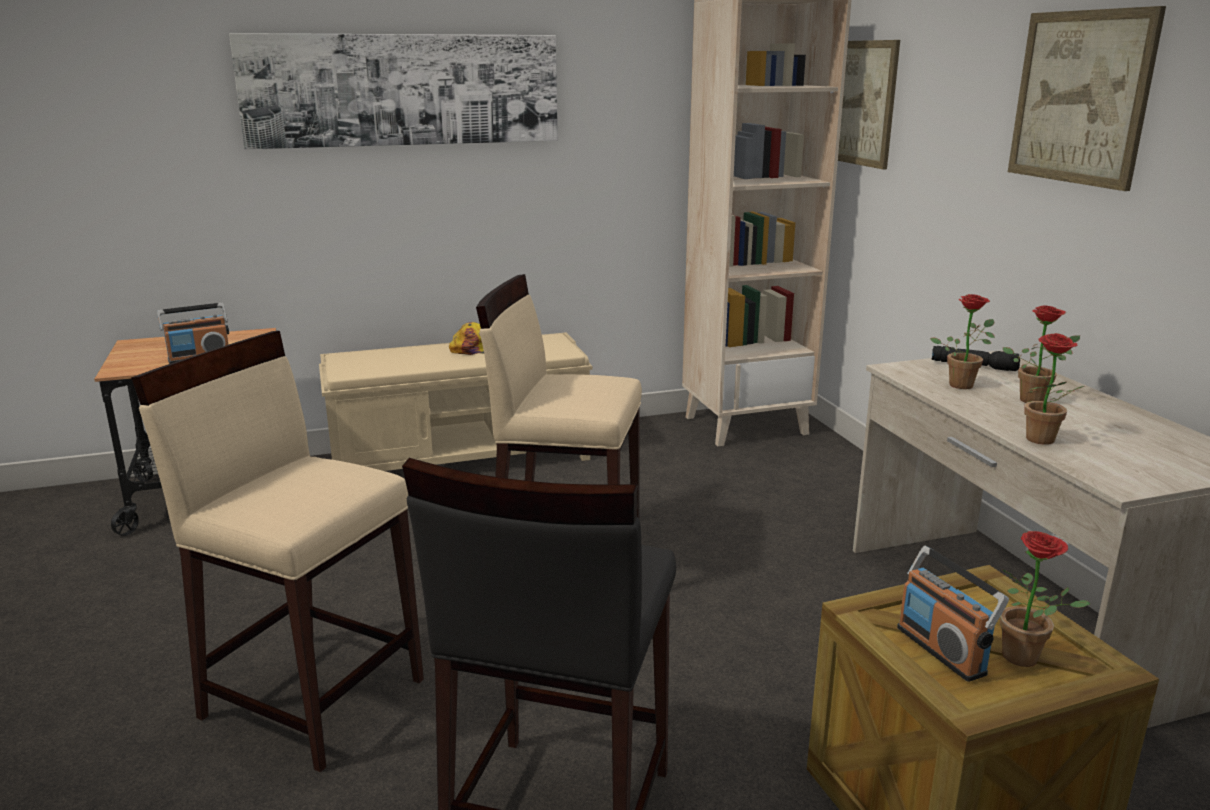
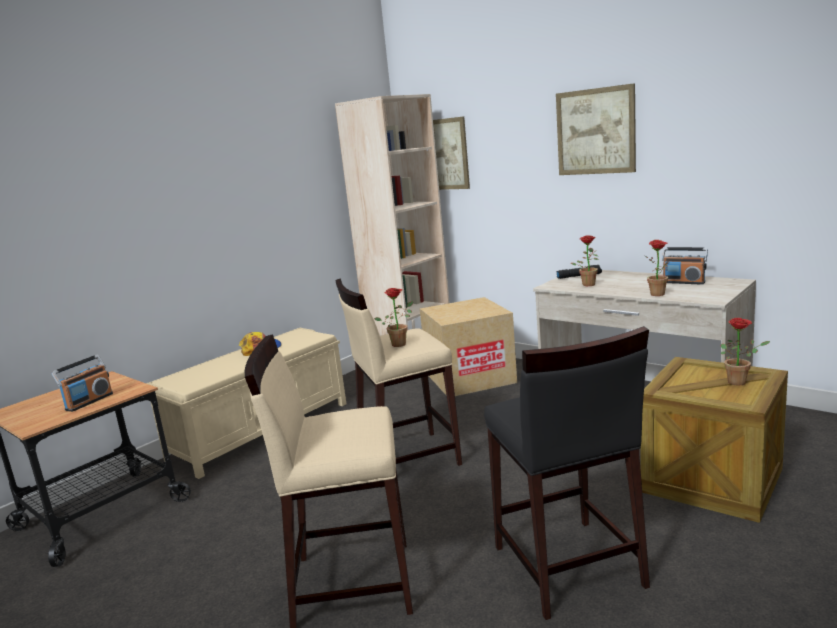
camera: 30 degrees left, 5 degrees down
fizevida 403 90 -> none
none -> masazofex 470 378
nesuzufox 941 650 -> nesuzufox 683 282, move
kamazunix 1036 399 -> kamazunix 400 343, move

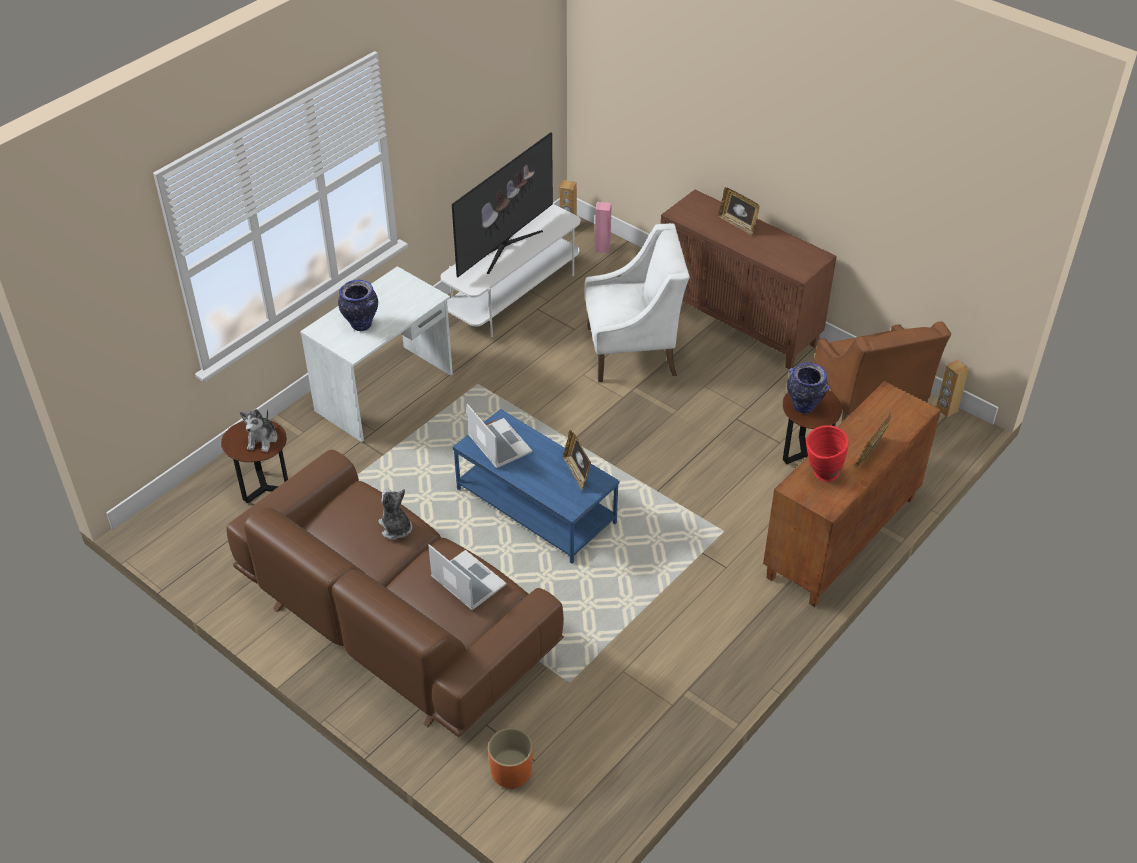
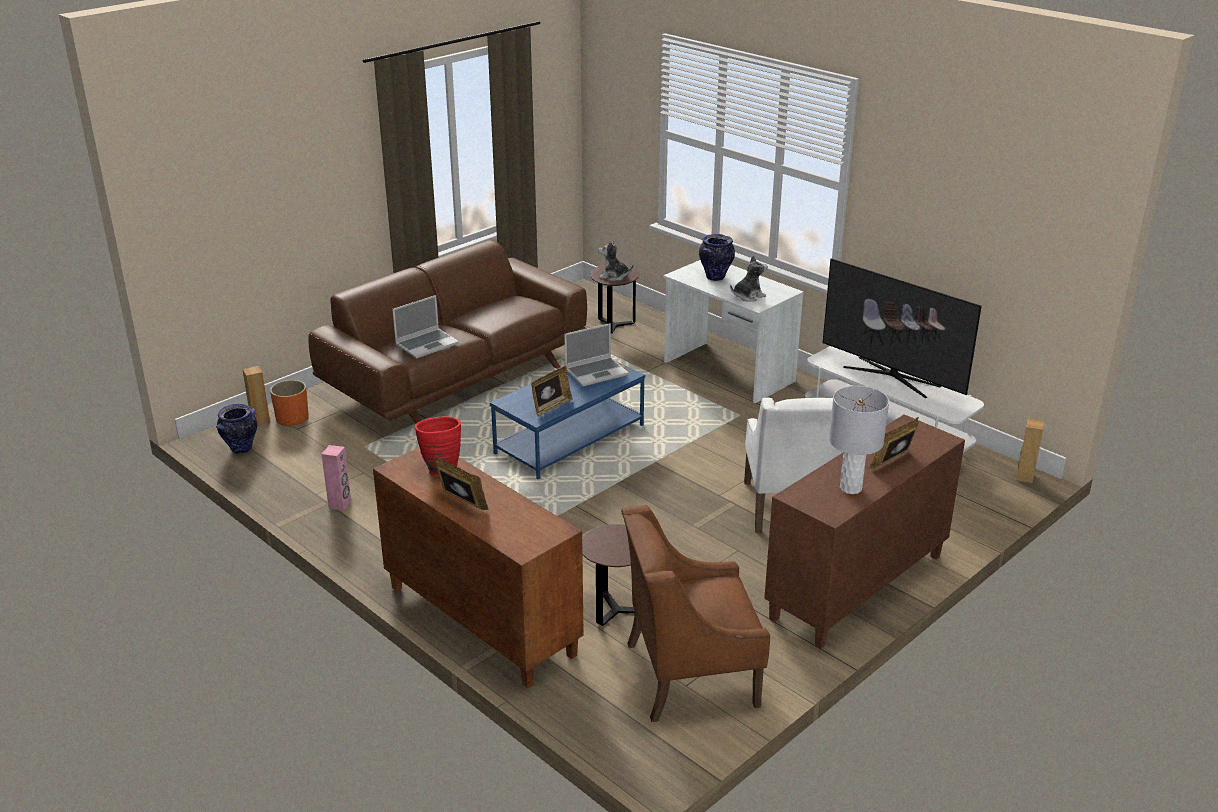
camera: 95 degrees right, 15 degrees down
none -> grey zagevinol 850 488
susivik 396 528 -> susivik 748 296, move
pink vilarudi 602 248 -> pink vilarudi 340 504, move
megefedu 804 407 -> megefedu 241 449, move
brown vilarudi 946 410 -> brown vilarudi 260 421, move
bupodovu 577 473 -> bupodovu 551 407, 150 degrees clockwise

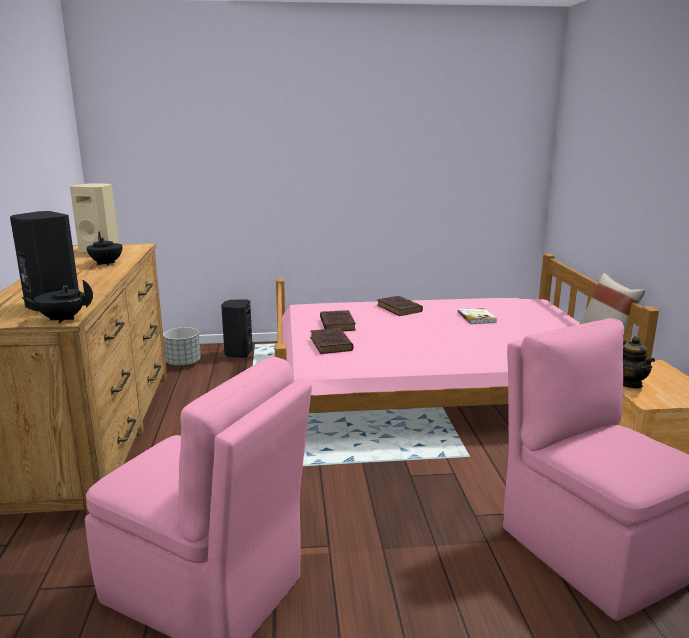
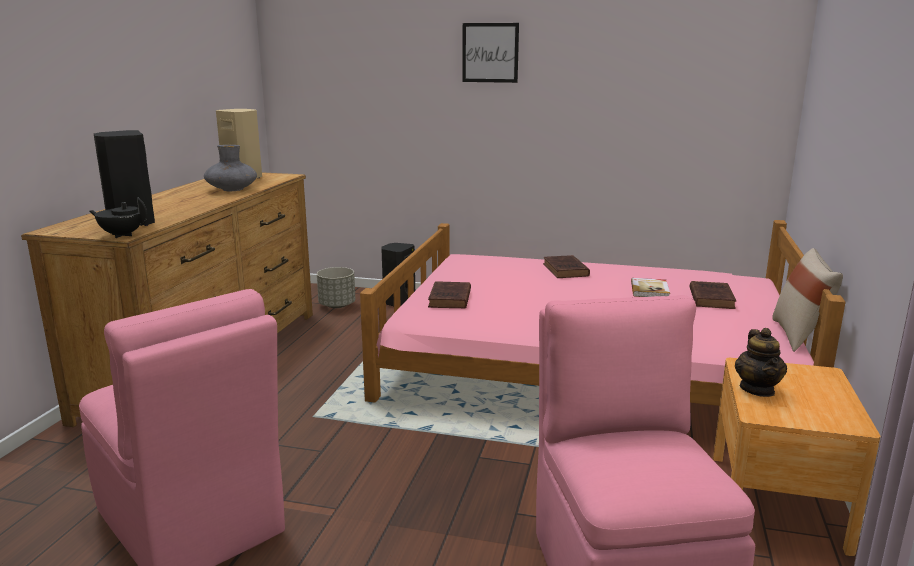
camera: 20 degrees right, 0 degrees up
none -> fizevida 490 52
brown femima 337 324 -> brown femima 711 298, move
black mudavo 106 263 -> grey megefedu 232 190

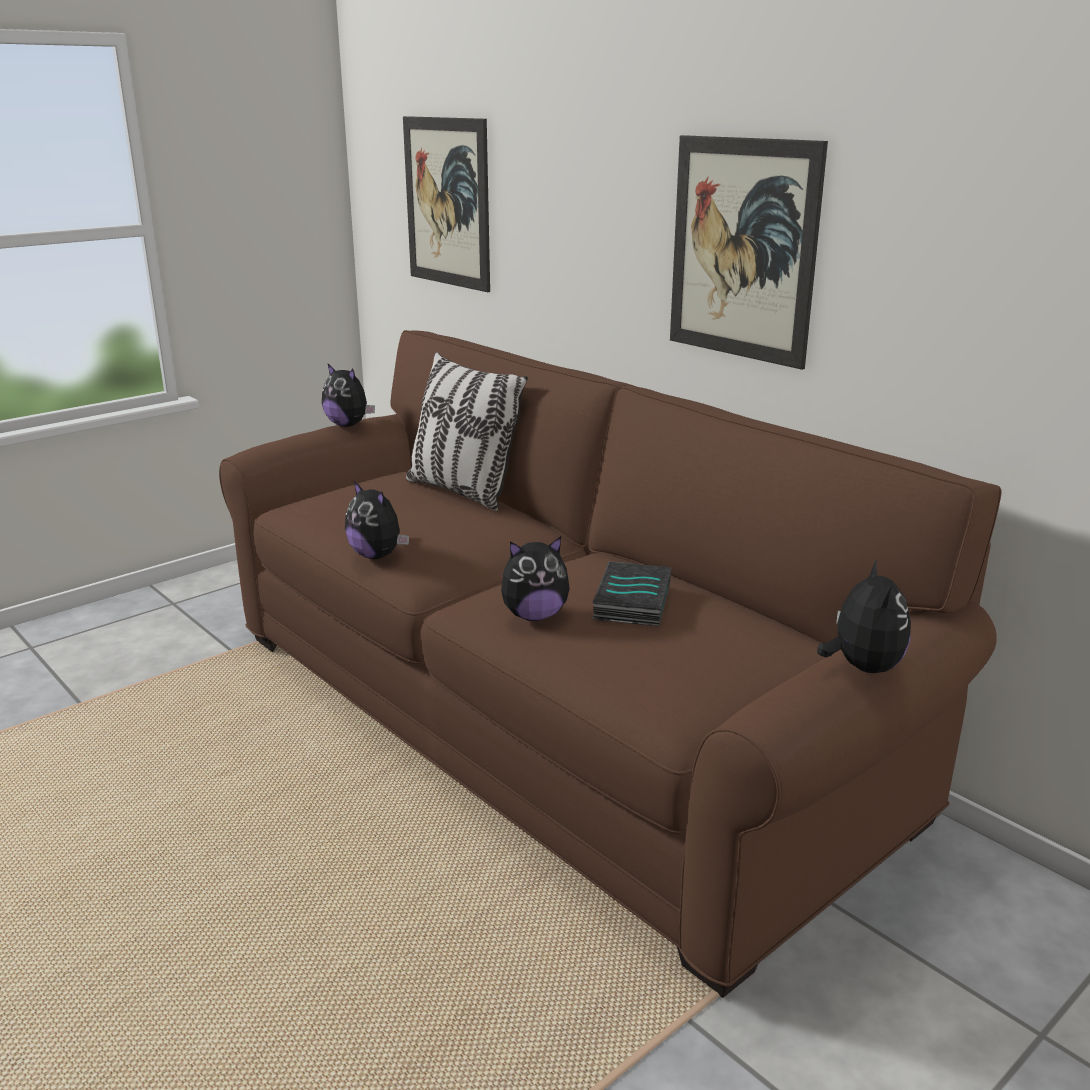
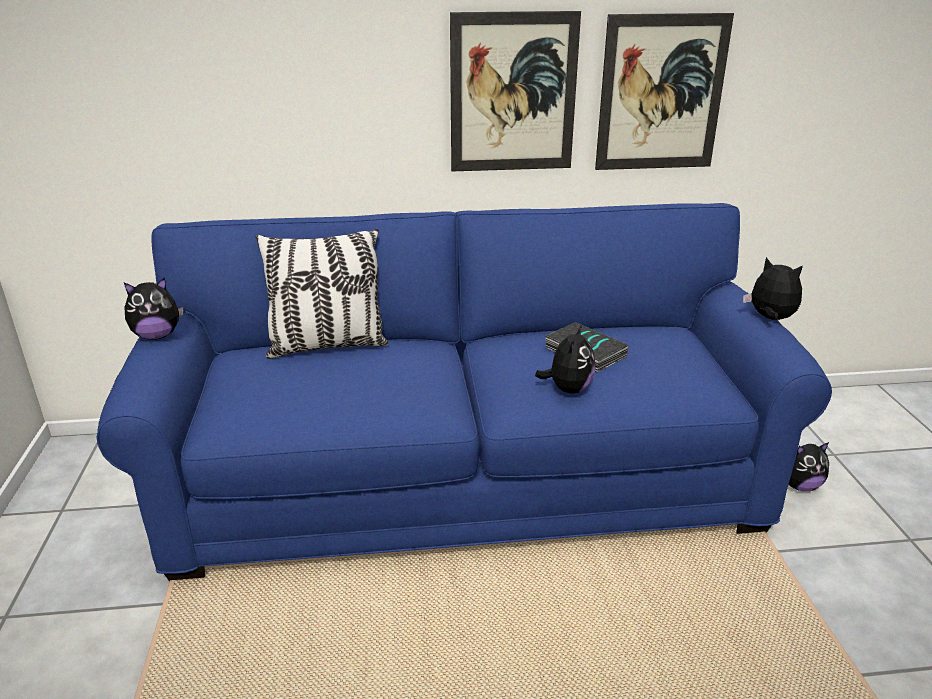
camera: 55 degrees left, 5 degrees up
susivik 377 555 -> susivik 799 486, move
fizevida 447 203 -> fizevida 661 94, move
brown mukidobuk 546 721 -> blue mukidobuk 466 479

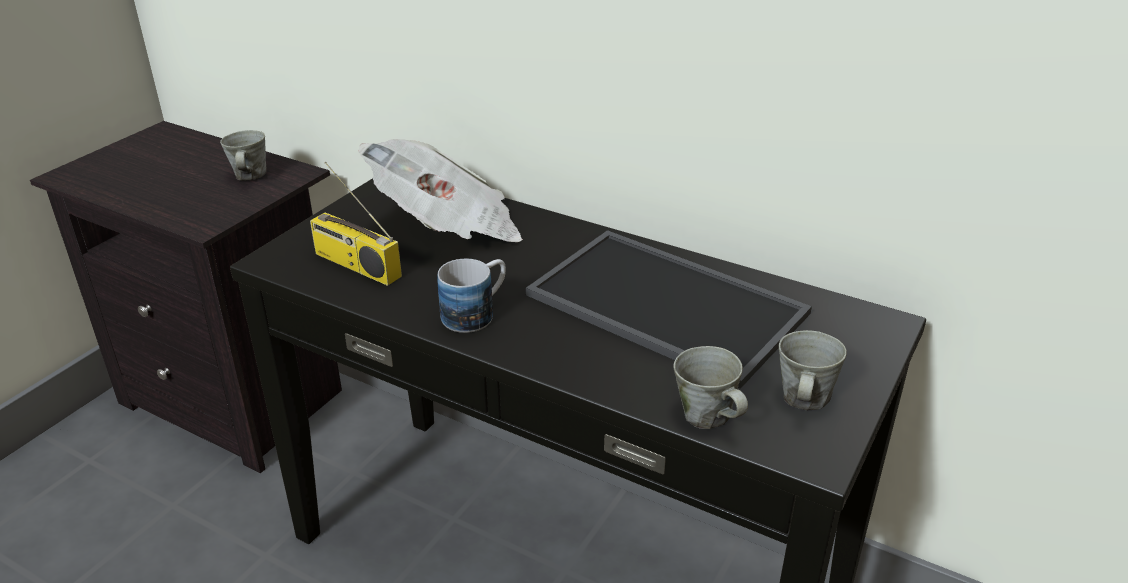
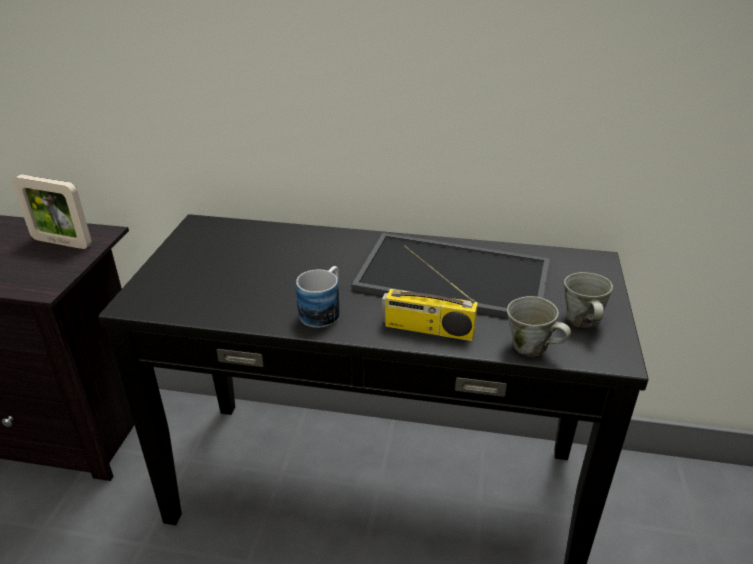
camera: 20 degrees left, 0 degrees up
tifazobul 448 228 -> none
nesuzufox 355 265 -> nesuzufox 427 329, move
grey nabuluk 249 176 -> bupodovu 62 242

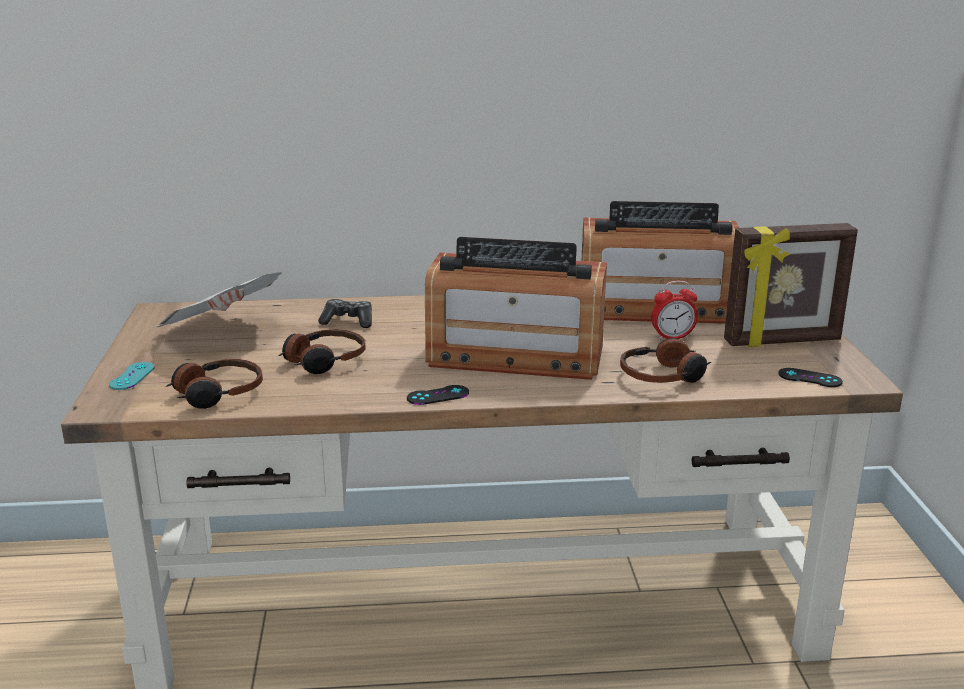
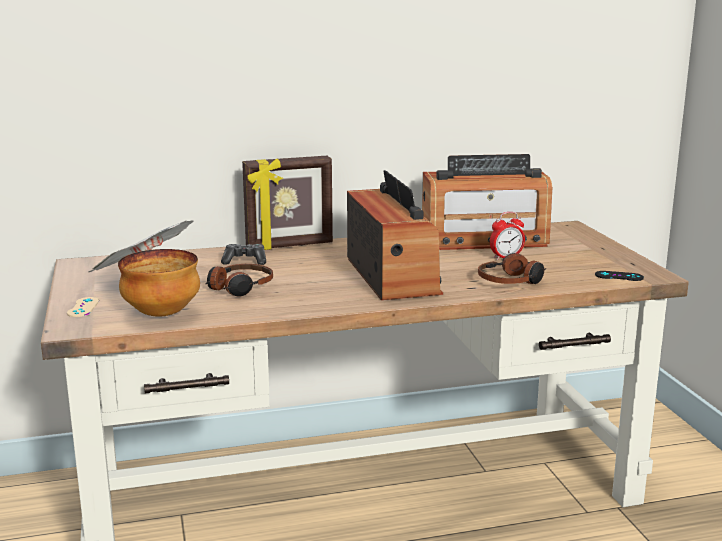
camera: 10 degrees left, 5 degrees down
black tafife 438 395 -> none
bupodovu 783 341 -> bupodovu 290 246, move
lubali 217 393 -> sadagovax 163 314
turquoise tafife 132 376 -> beige tafife 83 307
nesuzufox 515 356 -> nesuzufox 391 276, 105 degrees counterclockwise

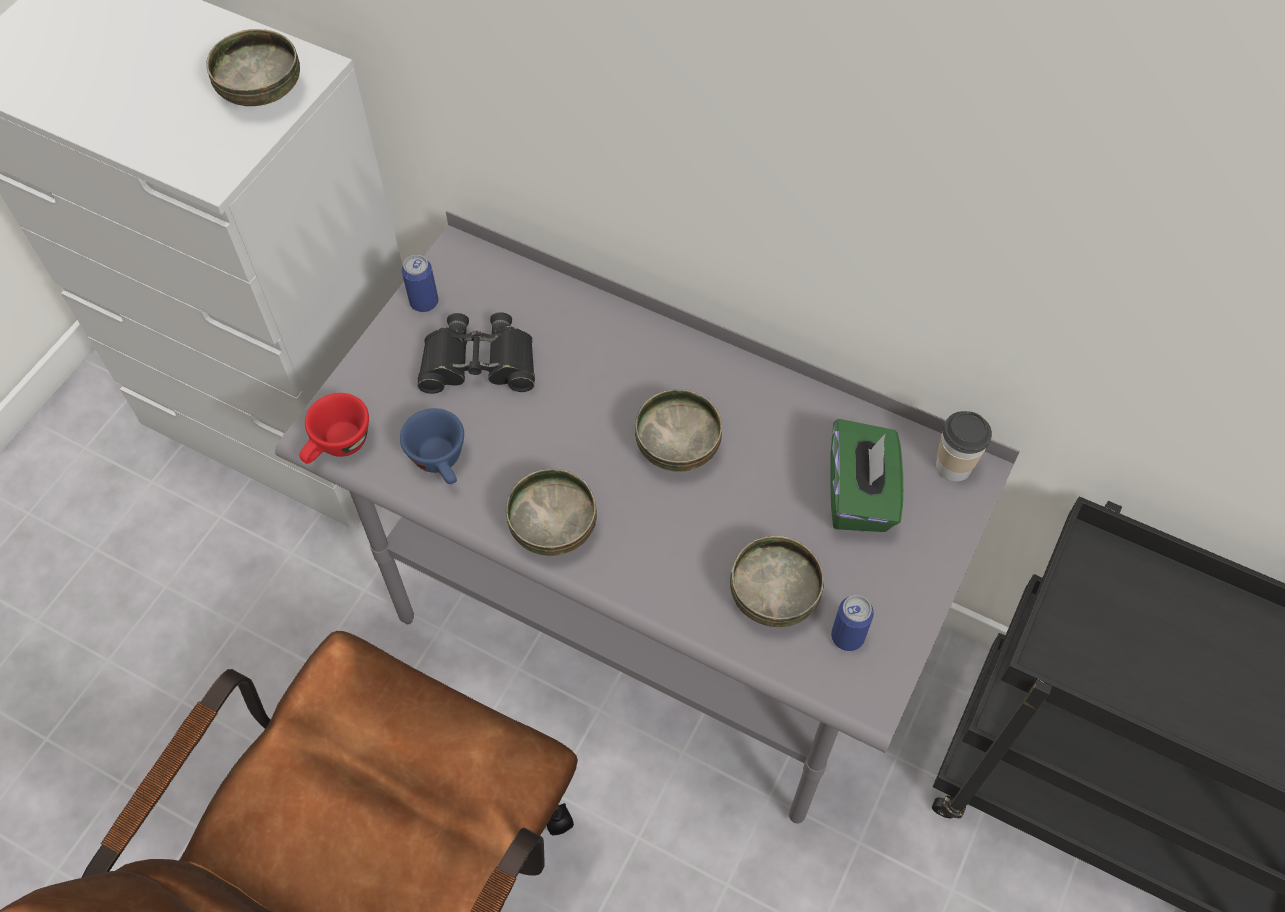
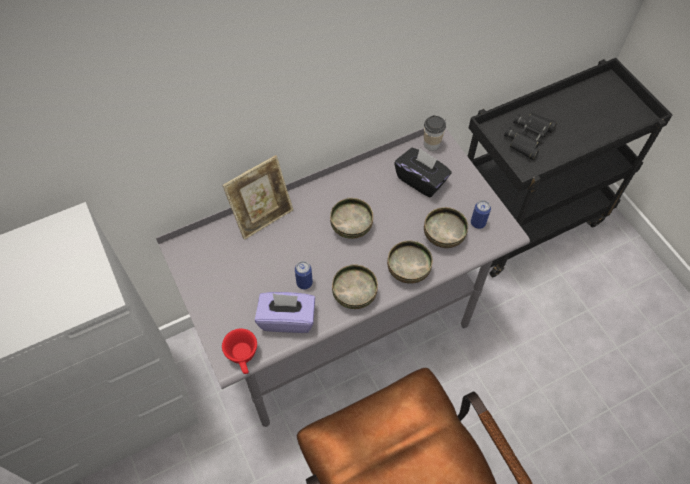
camera: 55 degrees left, 0 degrees up
none -> bupodovu 263 217
sadagovax 261 93 -> sadagovax 408 270, move
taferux 424 302 -> taferux 304 283, move
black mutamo 479 363 -> black mutamo 528 137, move
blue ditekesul 441 462 -> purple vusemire 287 319
green vusemire 860 495 -> black vusemire 421 180

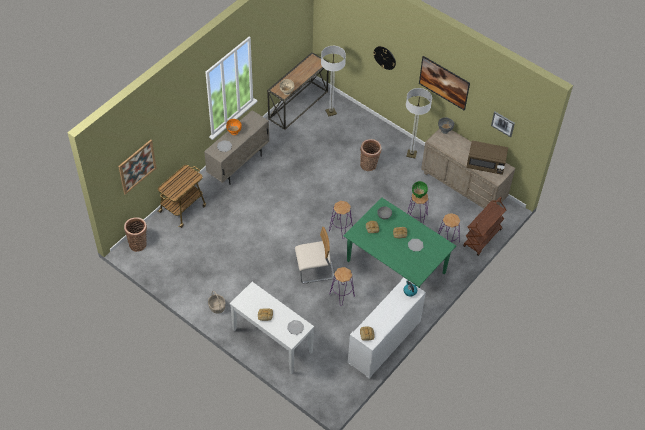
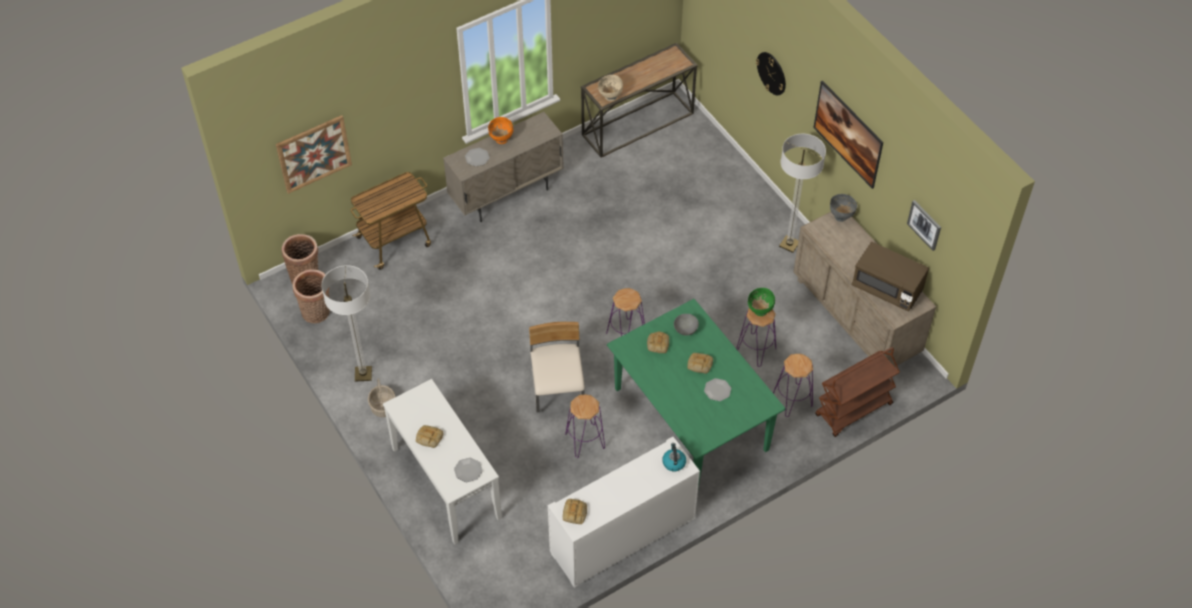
camera: 20 degrees right, 0 degrees up
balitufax 331 112 -> balitufax 363 374, move
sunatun 369 165 -> sunatun 317 313, move
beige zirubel 314 270 -> beige zirubel 558 389, 105 degrees counterclockwise

